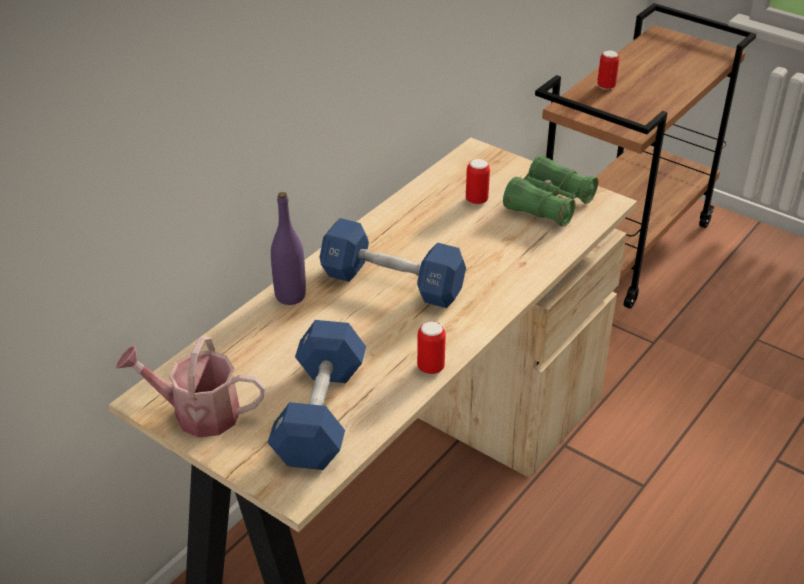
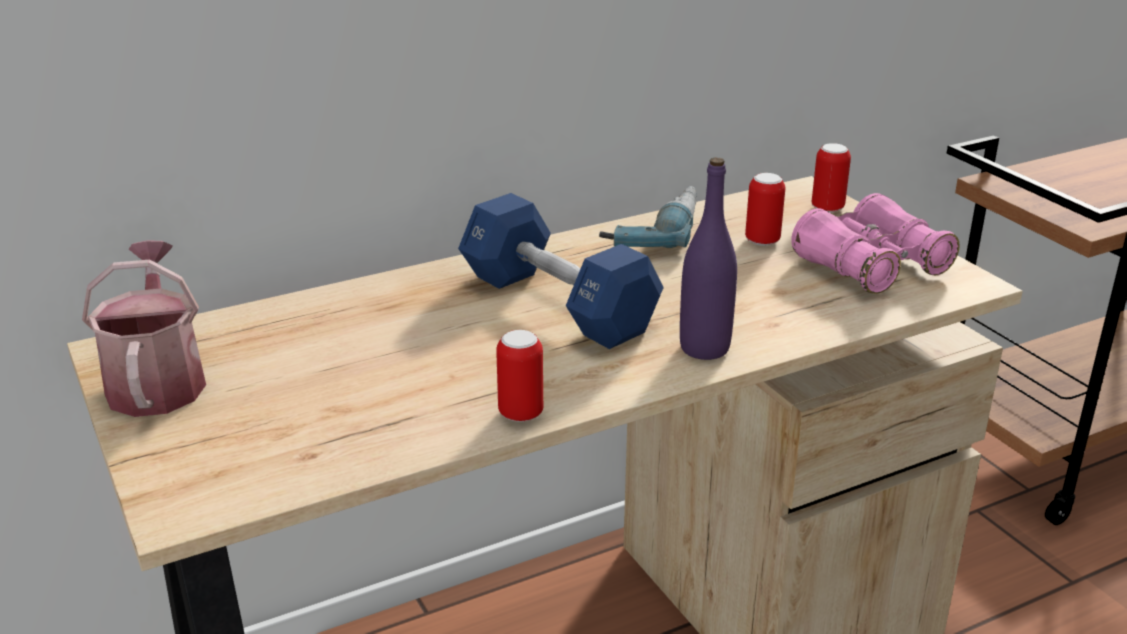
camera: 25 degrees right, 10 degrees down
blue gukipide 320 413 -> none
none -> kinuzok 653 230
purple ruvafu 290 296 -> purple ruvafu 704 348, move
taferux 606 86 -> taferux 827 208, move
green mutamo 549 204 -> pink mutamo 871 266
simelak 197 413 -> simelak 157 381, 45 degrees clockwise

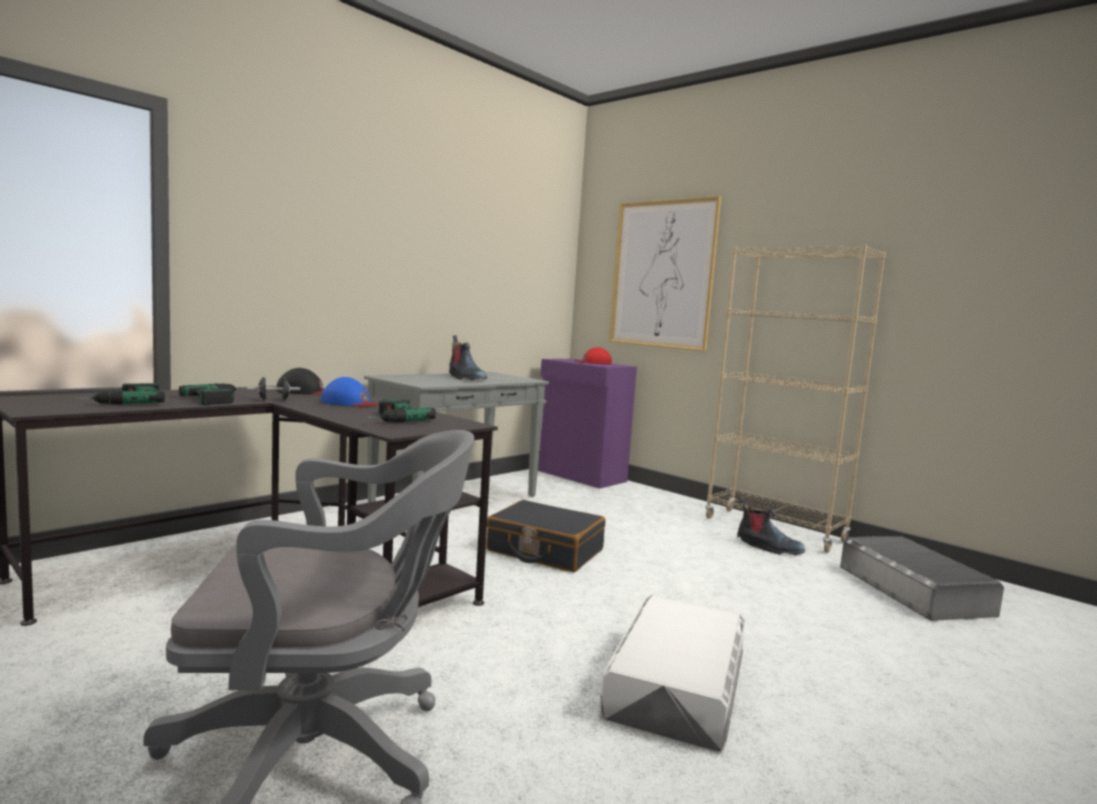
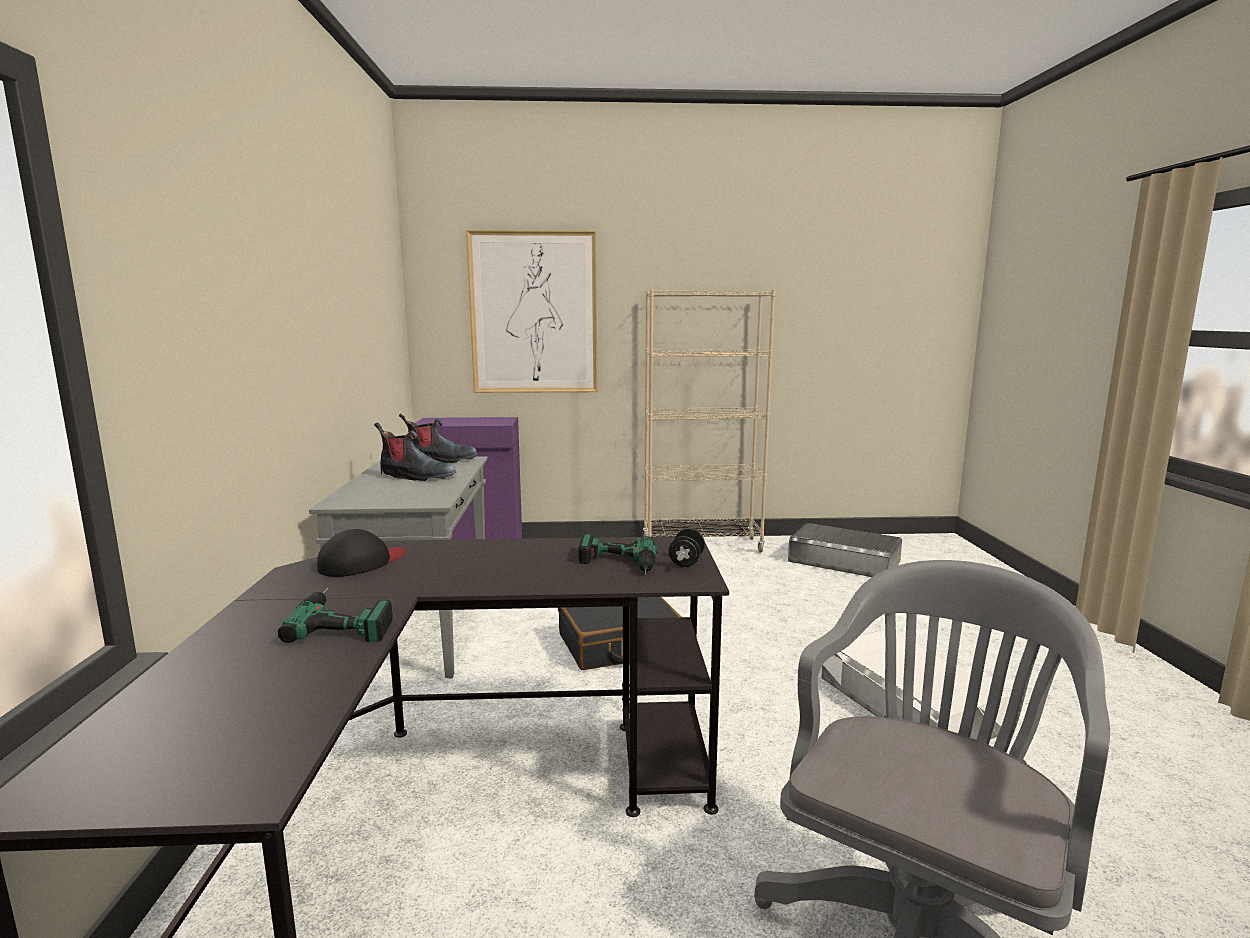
camera: 45 degrees left, 5 degrees up
kinuzok 120 401 -> none
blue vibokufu 350 403 -> none
red vibokufu 593 362 -> none
black gukipide 273 400 -> black gukipide 686 562, move
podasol 768 547 -> podasol 440 460, move

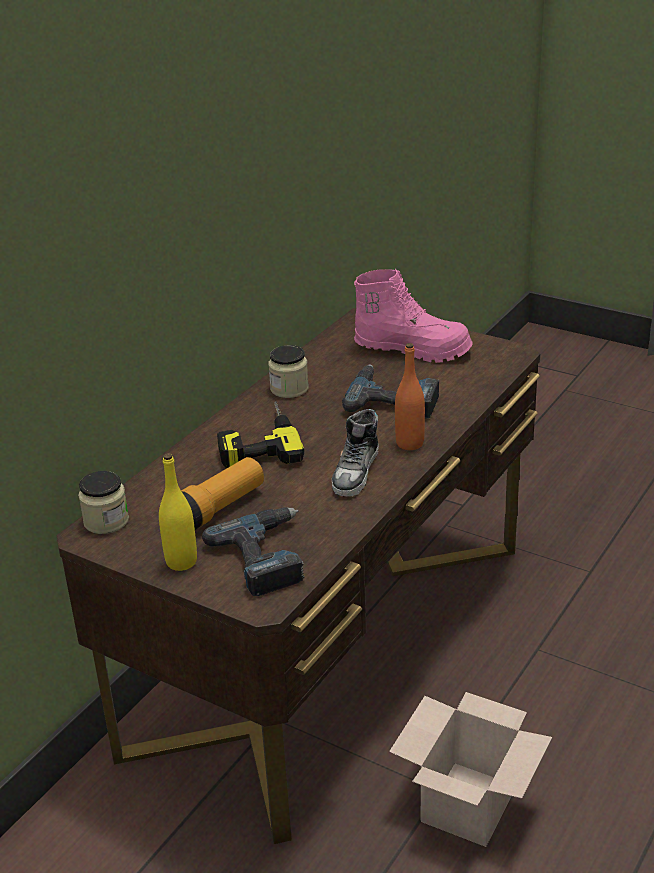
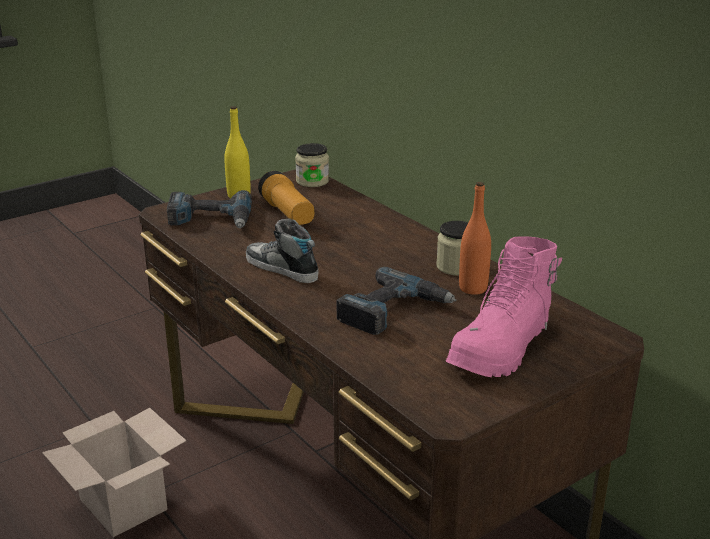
camera: 110 degrees right, 5 degrees down
kinuzok 257 441 -> none
orange ruvafu 409 443 -> orange ruvafu 473 288, move

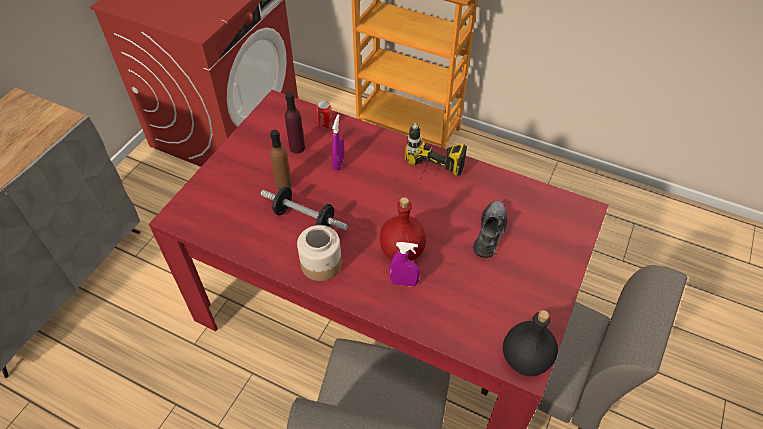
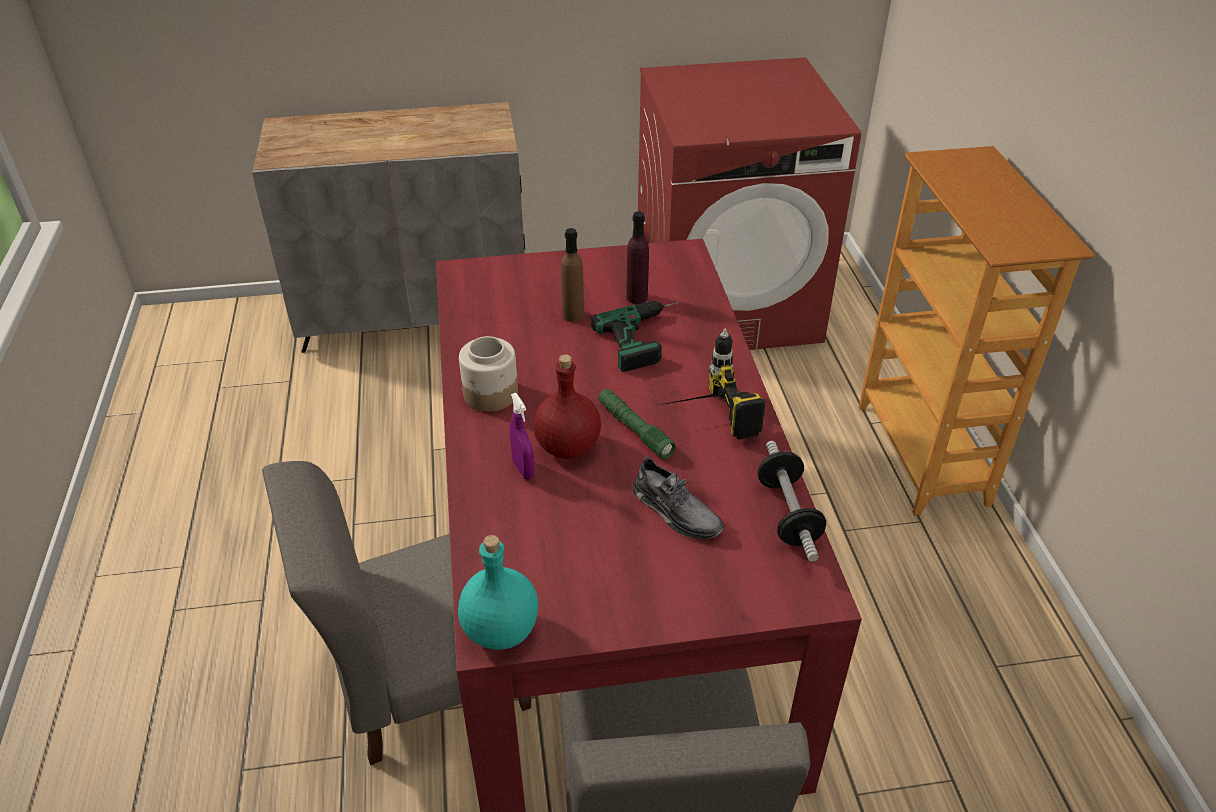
camera: 55 degrees right, 10 degrees down
taferux 325 124 -> none
none -> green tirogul 634 429
gukipide 304 219 -> gukipide 788 514, move
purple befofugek 339 163 -> kinuzok 648 337
black ruvafu 526 359 -> turquoise ruvafu 502 631
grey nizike 490 232 -> grey nizike 676 511, 60 degrees clockwise

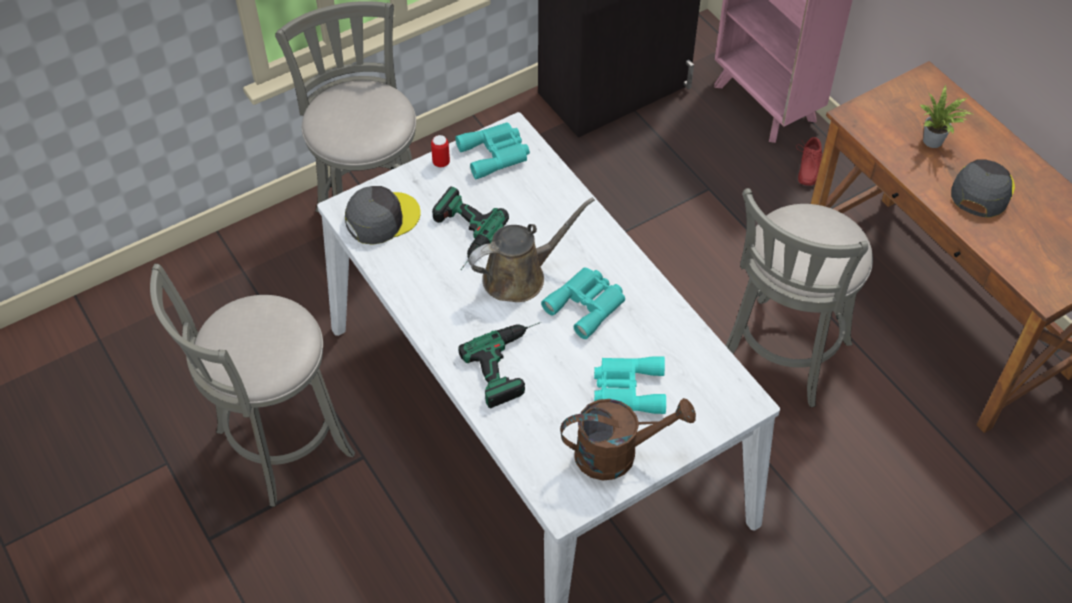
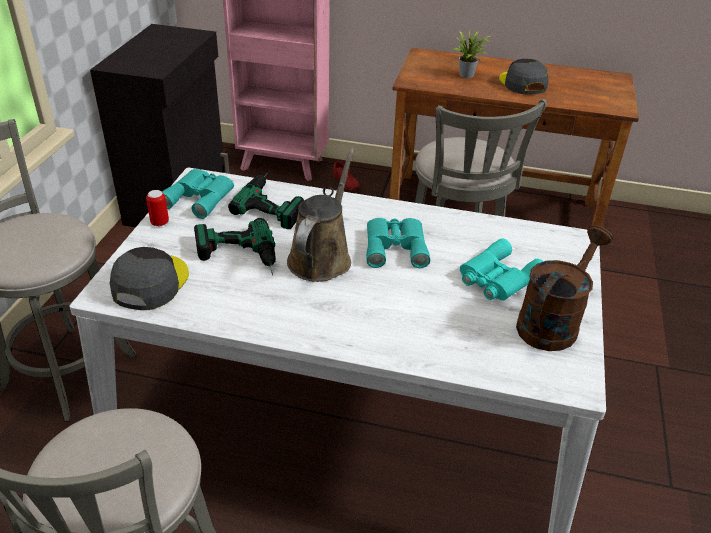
camera: 45 degrees left, 15 degrees down
kinuzok 512 364 -> kinuzok 275 201, move

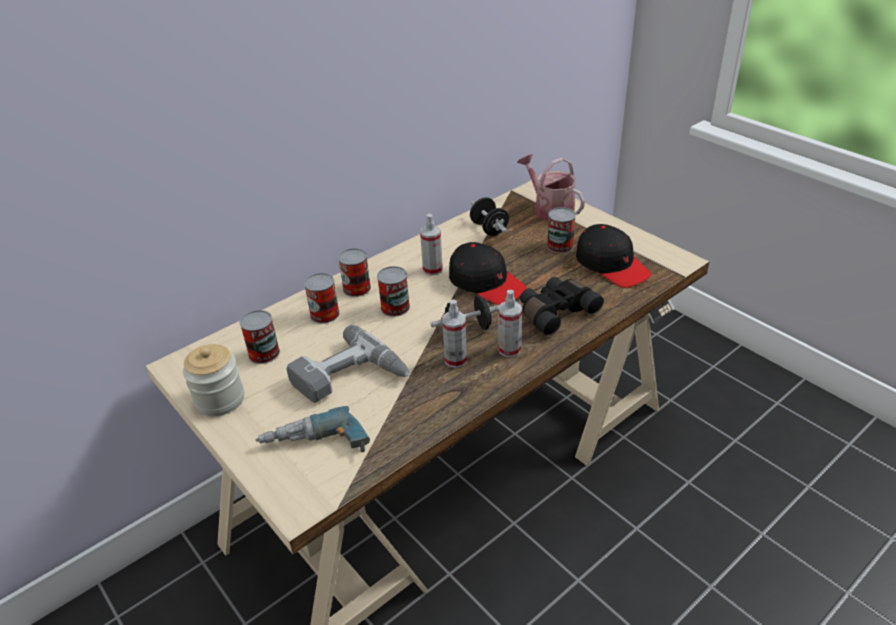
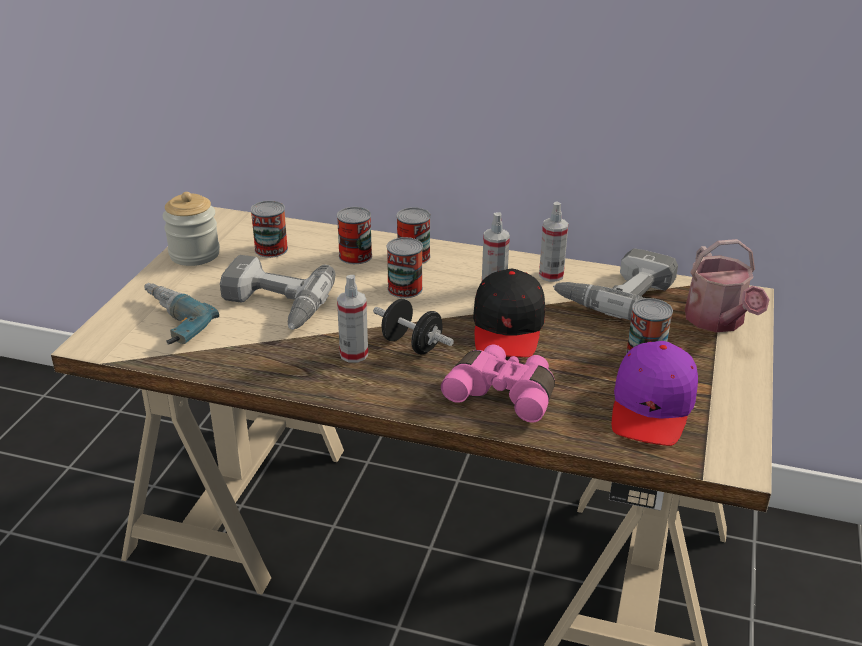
camera: 55 degrees right, 5 degrees down
befofugek 509 349 -> befofugek 551 275, move
black gukipide 489 229 -> kinuzok 616 294
black mutamo 555 312 -> pink mutamo 503 393
black vibokufu 611 265 -> purple vibokufu 652 407
simelak 550 209 -> simelak 718 321, 150 degrees clockwise

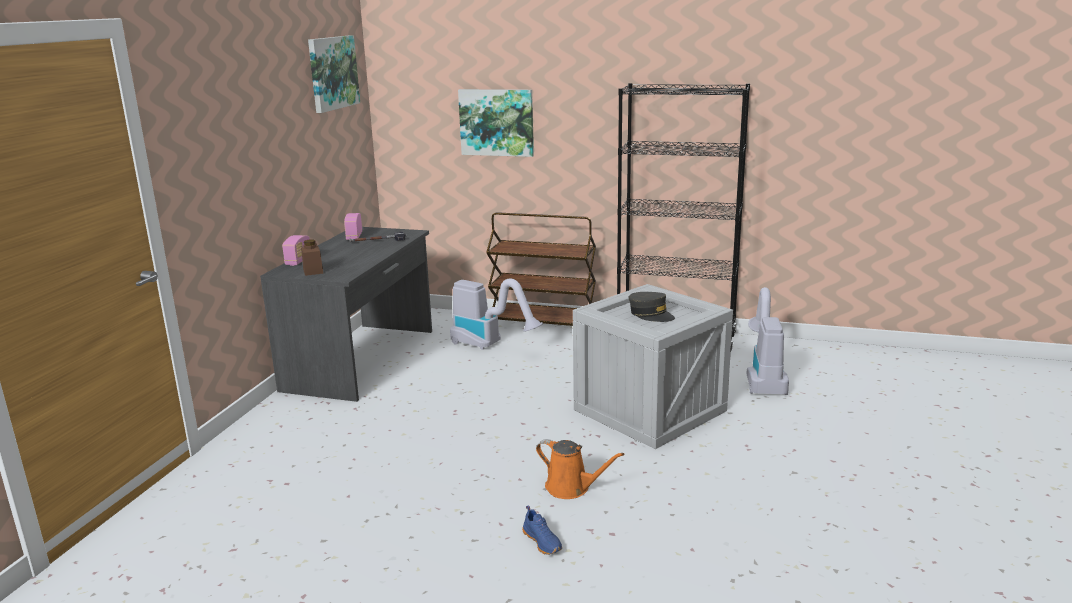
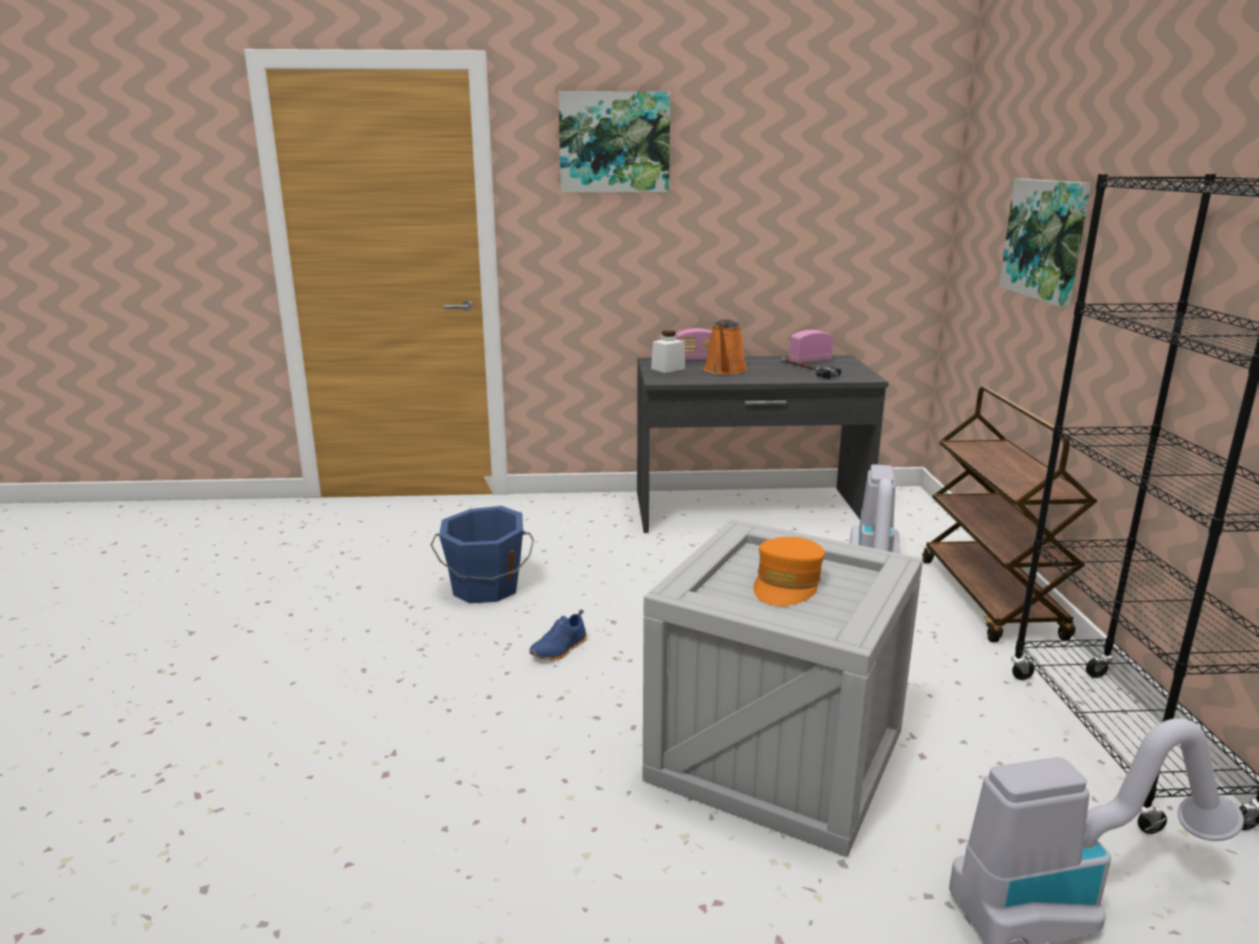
camera: 70 degrees right, 0 degrees up
none -> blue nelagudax 485 588
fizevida 332 73 -> fizevida 614 142, move
blue nizike 543 541 -> blue nizike 560 649, move
orange simelak 571 488 -> orange simelak 725 370, move
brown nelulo 313 271 -> white nelulo 668 369
grey vibokufu 651 314 -> orange vibokufu 787 584

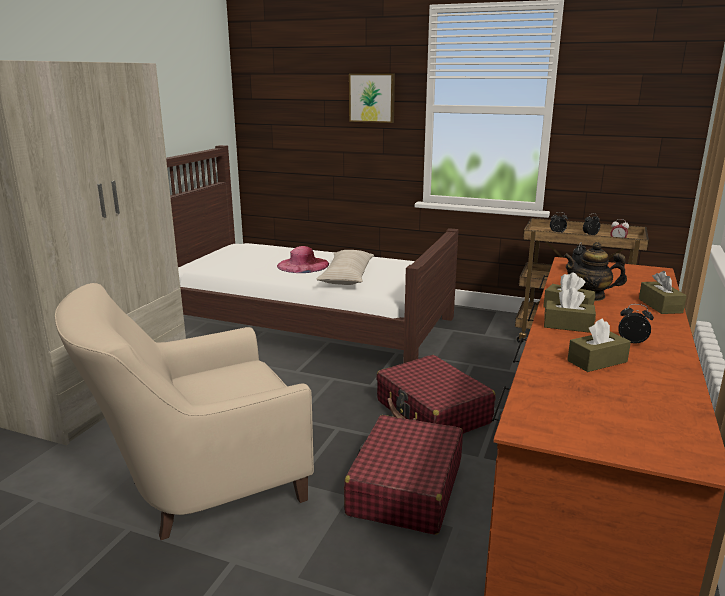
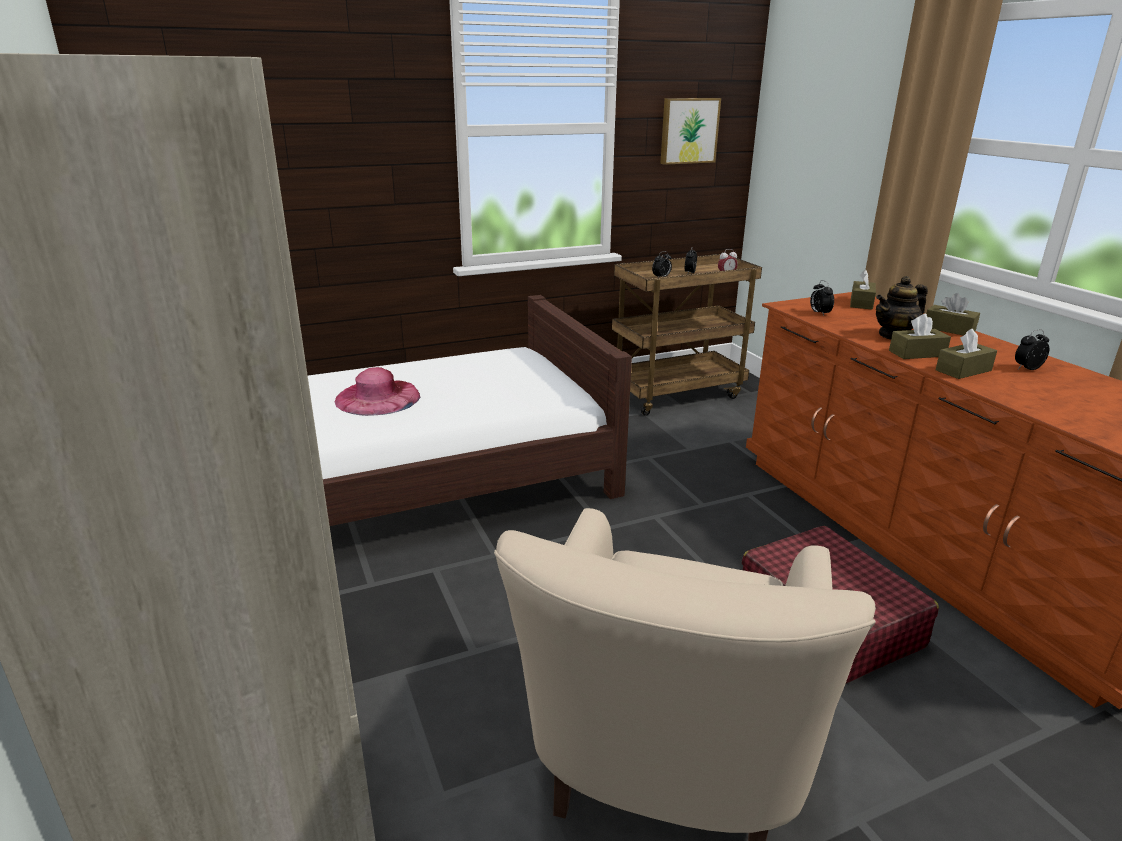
camera: 45 degrees left, 5 degrees up
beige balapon 347 276 -> none
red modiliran 433 412 -> none
fizevida 372 98 -> fizevida 688 130, move
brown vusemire 597 361 -> brown vusemire 861 303, move

